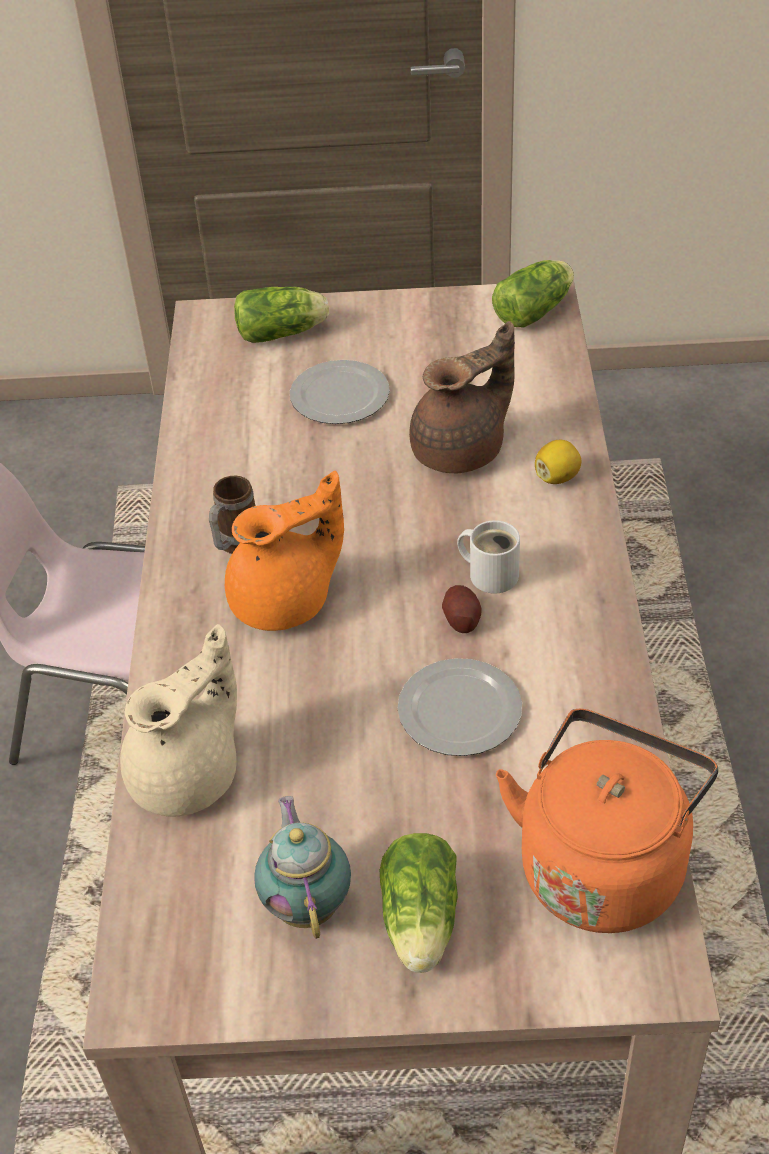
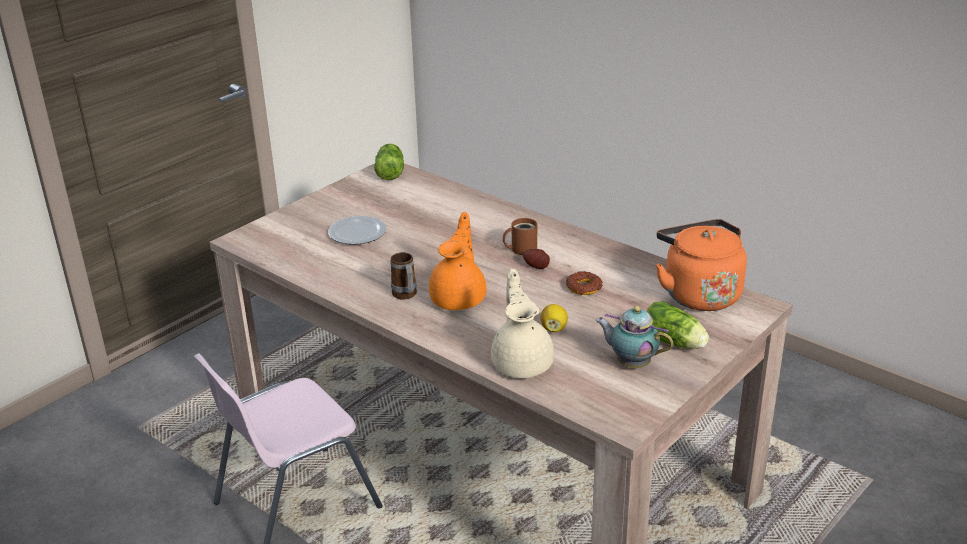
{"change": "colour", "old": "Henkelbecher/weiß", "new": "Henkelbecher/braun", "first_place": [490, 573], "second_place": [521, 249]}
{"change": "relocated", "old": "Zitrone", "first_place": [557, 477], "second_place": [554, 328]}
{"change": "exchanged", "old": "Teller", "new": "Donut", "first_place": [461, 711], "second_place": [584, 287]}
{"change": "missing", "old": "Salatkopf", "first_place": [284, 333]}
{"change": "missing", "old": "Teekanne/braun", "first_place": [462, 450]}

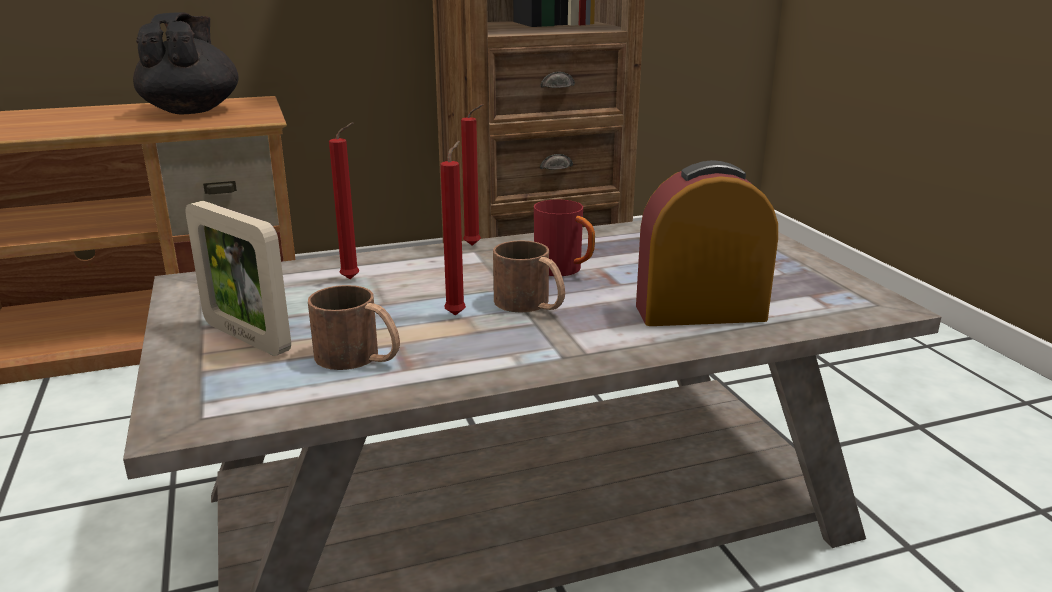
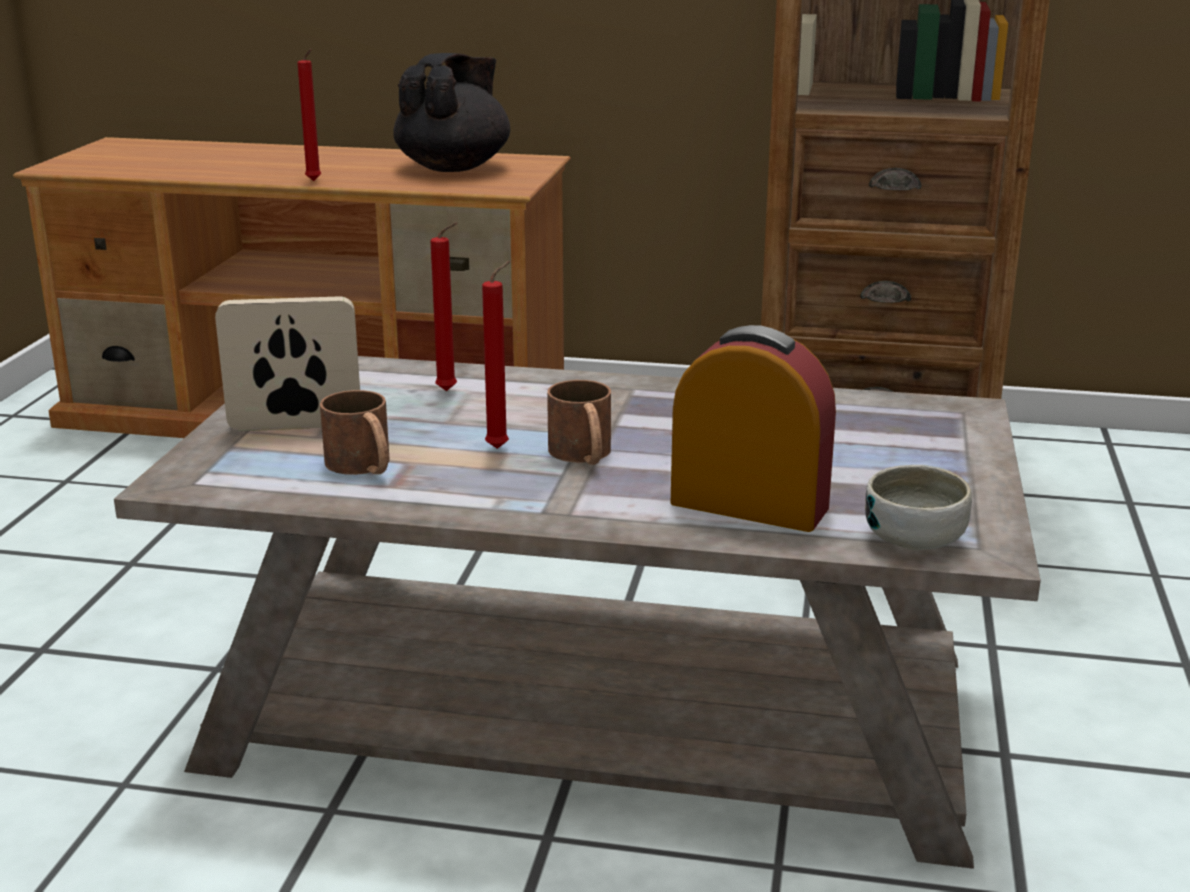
{"change": "spun", "old": "Bilderrahmen", "first_place": [246, 337], "second_place": [295, 426], "degrees": 105}
{"change": "relocated", "old": "Kerze/rot", "first_place": [474, 246], "second_place": [315, 181]}
{"change": "appeared", "new": "Schüssel", "second_place": [914, 540]}
{"change": "missing", "old": "Henkelbecher/rot", "first_place": [565, 271]}

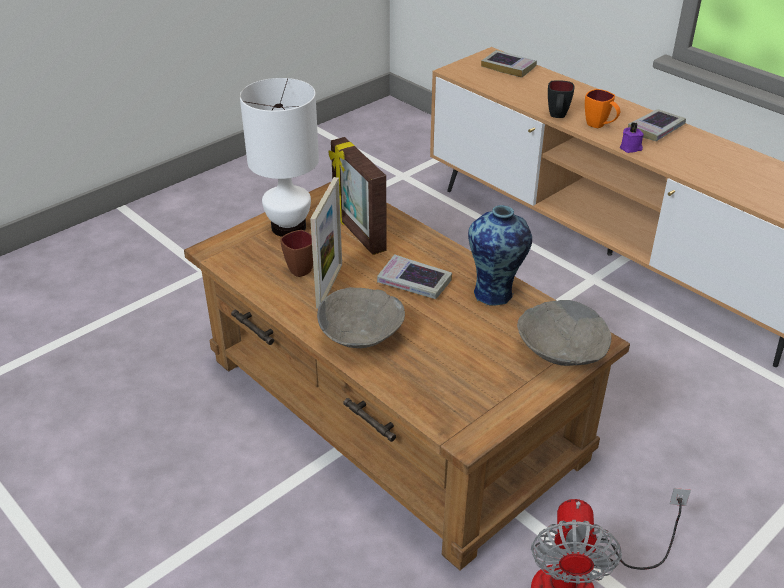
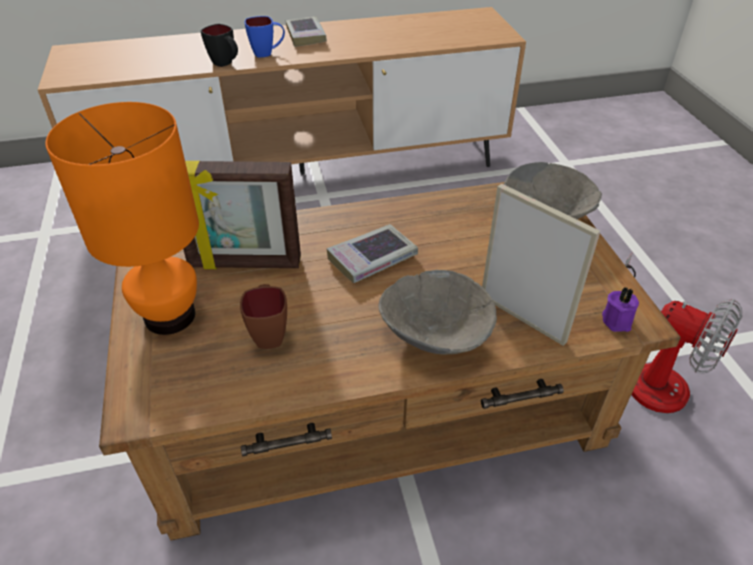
{"change": "colour", "old": "Tischlampe/weiß", "new": "Tischlampe/orange", "first_place": [289, 227], "second_place": [170, 315]}
{"change": "colour", "old": "Henkelbecher/orange", "new": "Henkelbecher/blau", "first_place": [600, 126], "second_place": [268, 53]}
{"change": "relocated", "old": "Bilderrahmen", "first_place": [329, 285], "second_place": [522, 318]}
{"change": "relocated", "old": "Kerze/lila", "first_place": [631, 148], "second_place": [618, 320]}
{"change": "missing", "old": "Vase", "first_place": [495, 293]}
{"change": "missing", "old": "Buch", "first_place": [508, 67]}

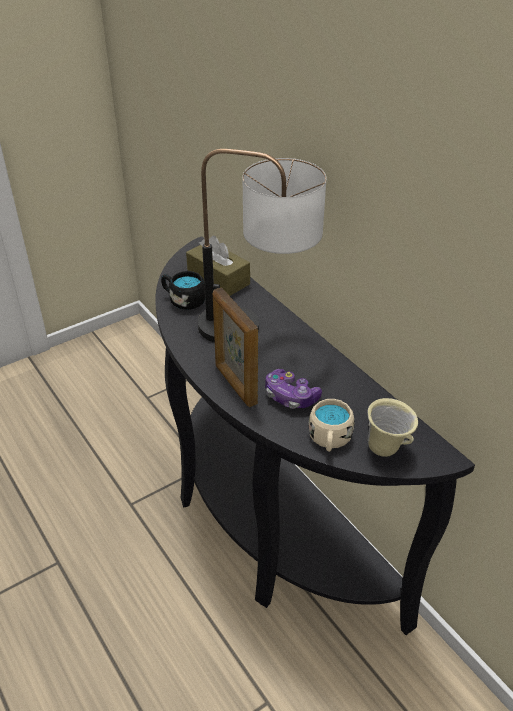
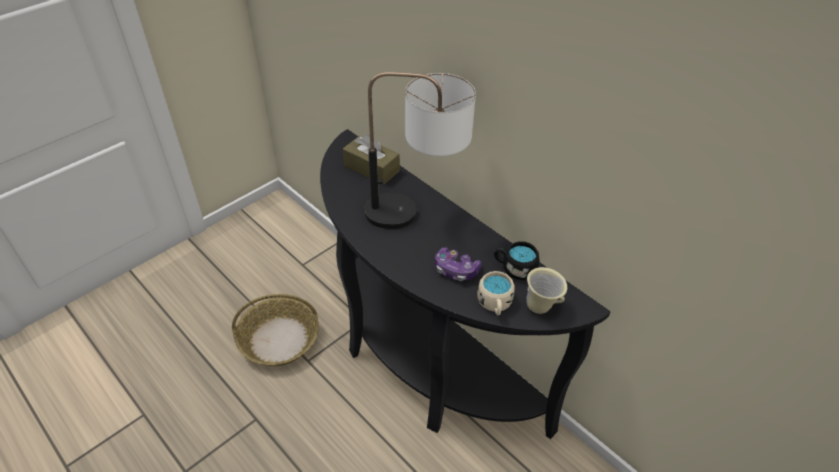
{"change": "appeared", "new": "Korb", "second_place": [280, 339]}
{"change": "relocated", "old": "Henkelbecher/schwarz", "first_place": [183, 300], "second_place": [514, 268]}
{"change": "missing", "old": "Bilderrahmen", "first_place": [235, 384]}

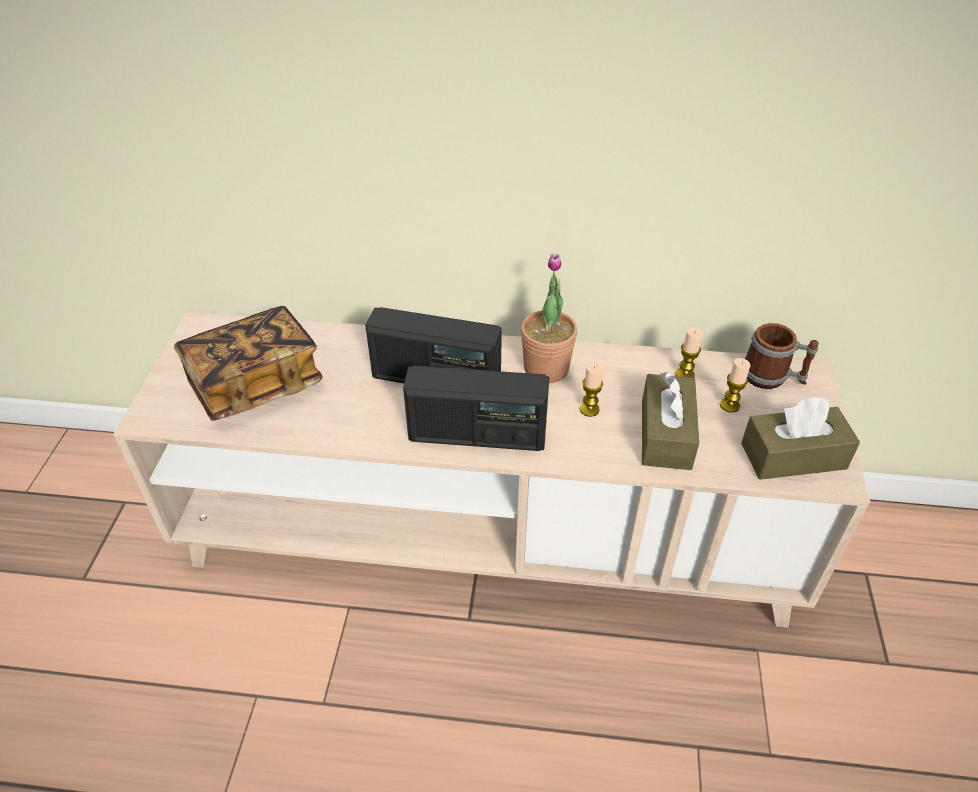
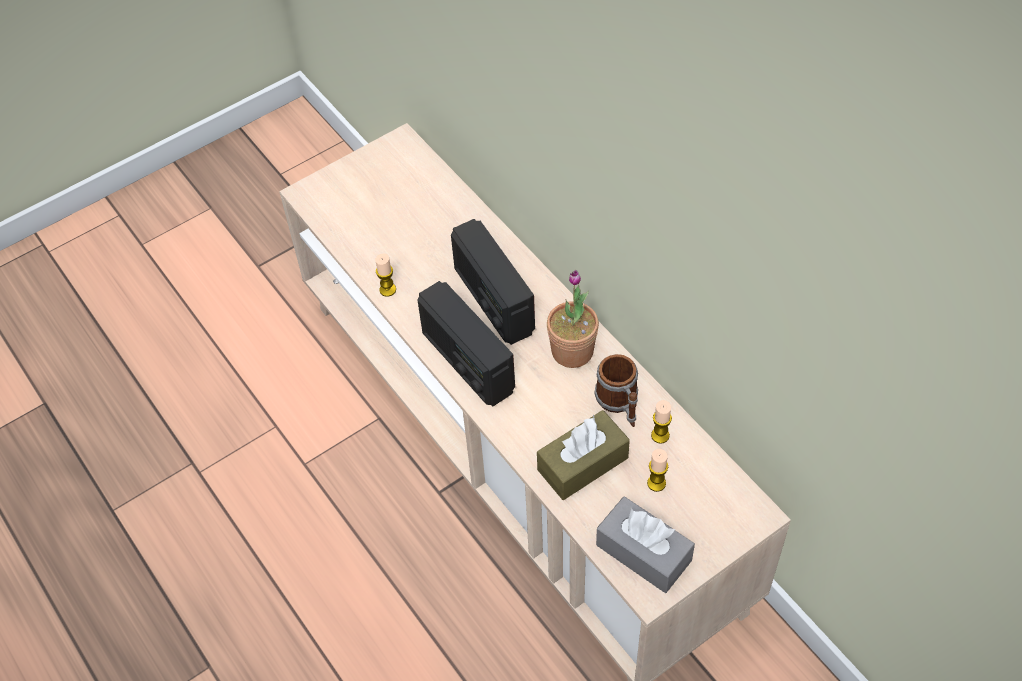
{"change": "relocated", "old": "Kerze", "first_place": [589, 409], "second_place": [387, 290]}
{"change": "relocated", "old": "Henkelbecher", "first_place": [772, 377], "second_place": [620, 404]}
{"change": "colour", "old": "Taschentuchbox/braun", "new": "Taschentuchbox/grau", "first_place": [793, 456], "second_place": [643, 552]}
{"change": "missing", "old": "Buch", "first_place": [254, 383]}

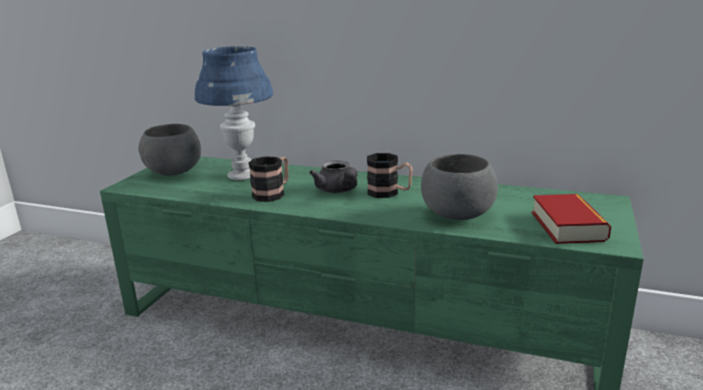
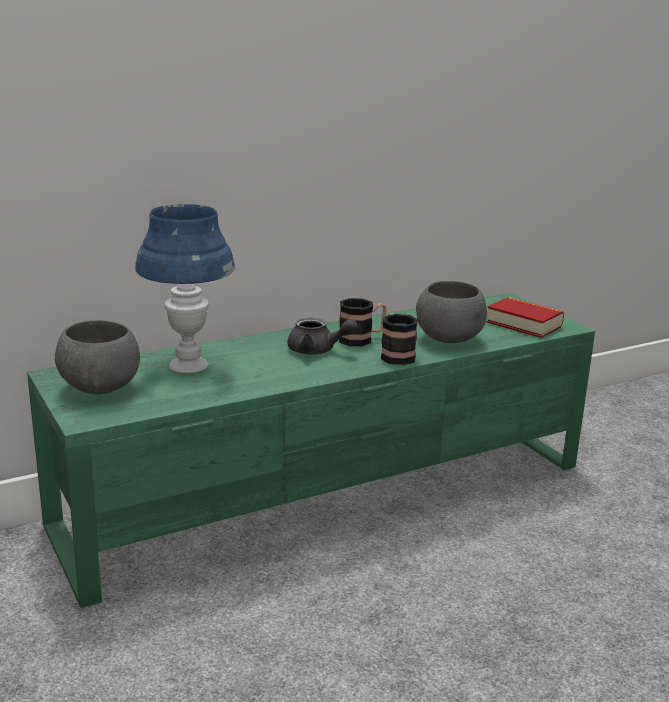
{"change": "relocated", "old": "Henkelbecher", "first_place": [273, 193], "second_place": [395, 355]}

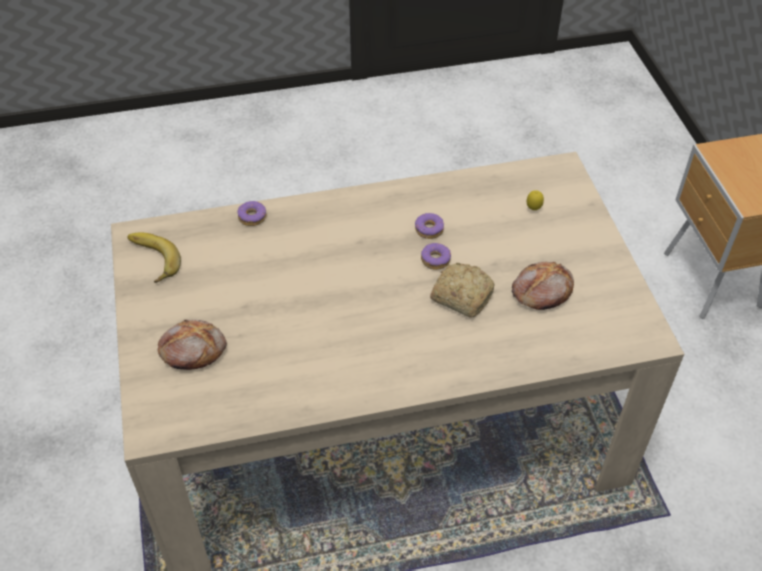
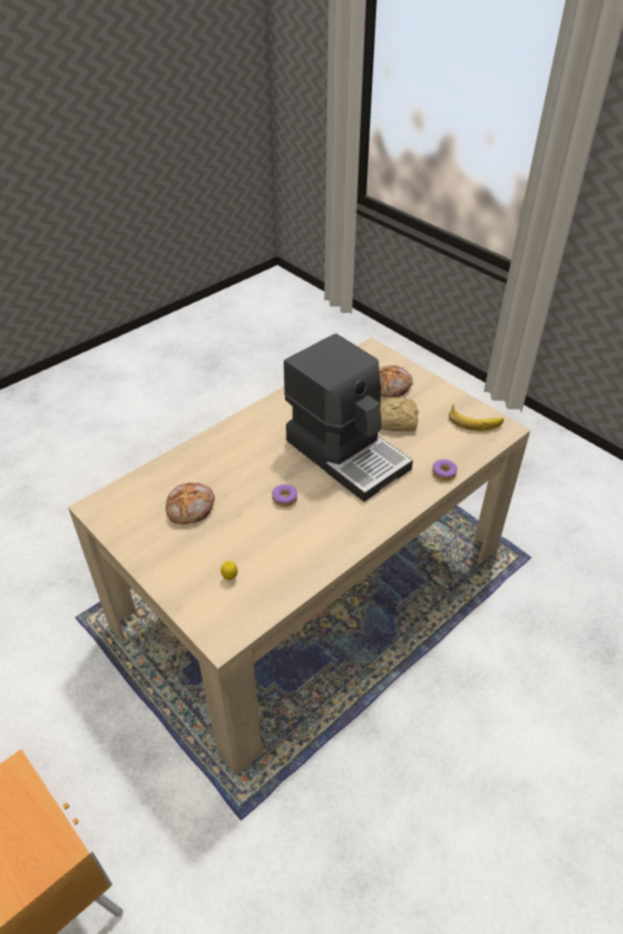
{"change": "appeared", "new": "Kaffeemaschine", "second_place": [347, 453]}
{"change": "relocated", "old": "Brot", "first_place": [461, 295], "second_place": [398, 421]}
{"change": "missing", "old": "Donut", "first_place": [429, 230]}

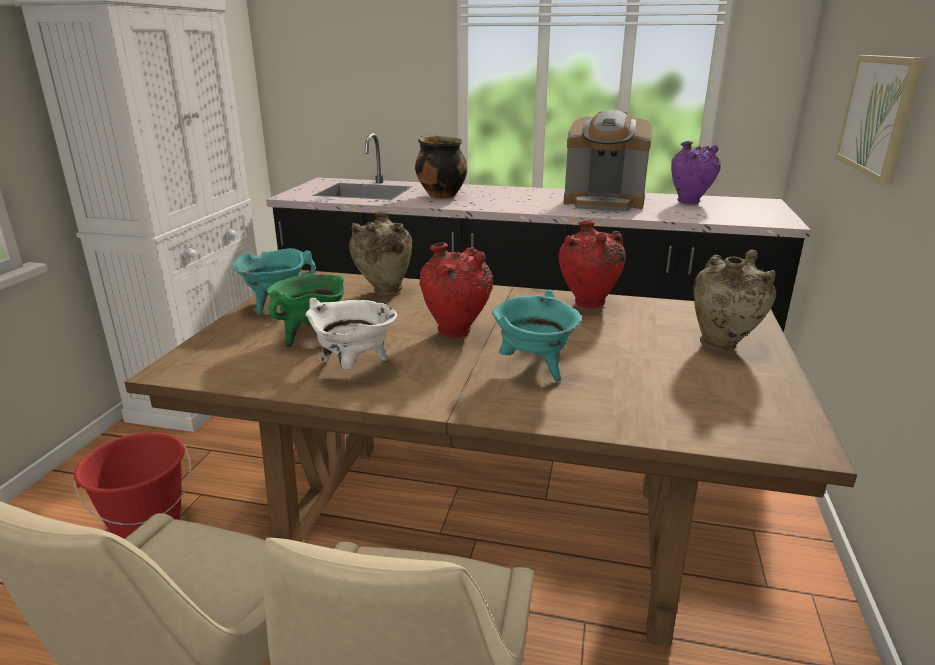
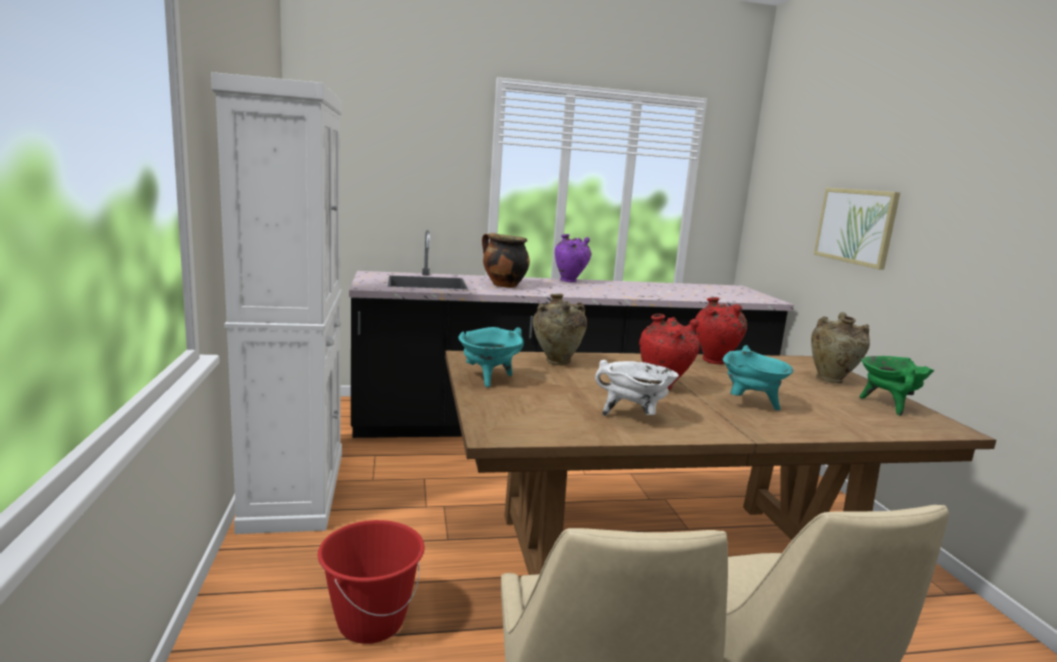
{"change": "relocated", "old": "Vase/lila", "first_place": [690, 203], "second_place": [570, 281]}
{"change": "relocated", "old": "Kochtopf/grün", "first_place": [312, 335], "second_place": [887, 405]}
{"change": "missing", "old": "Kaffeemaschine", "first_place": [604, 203]}

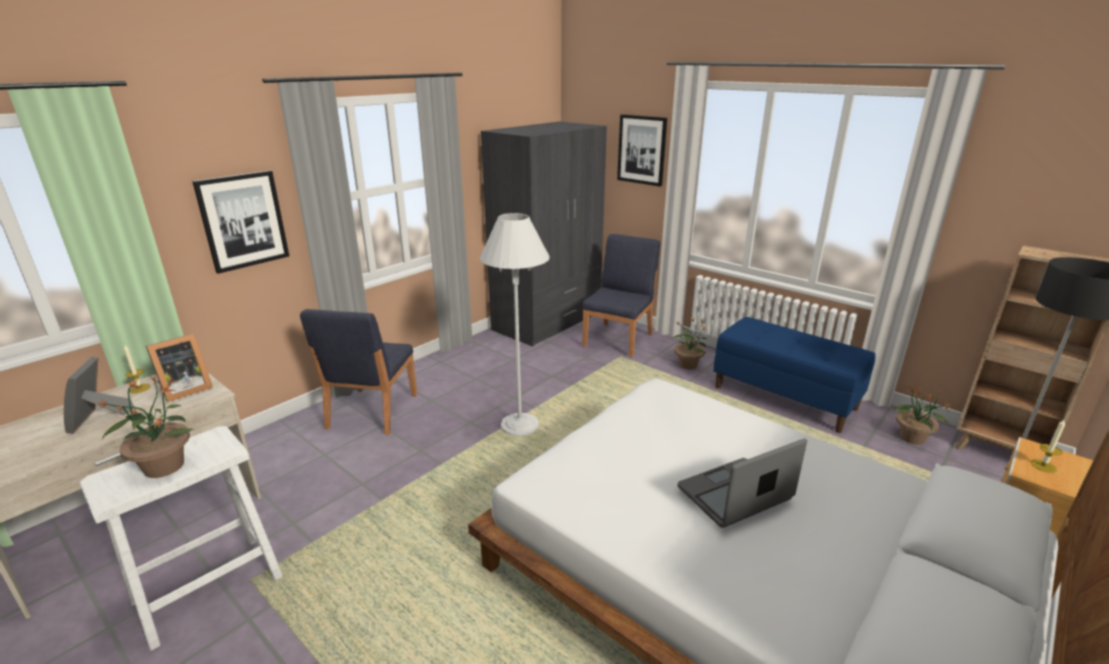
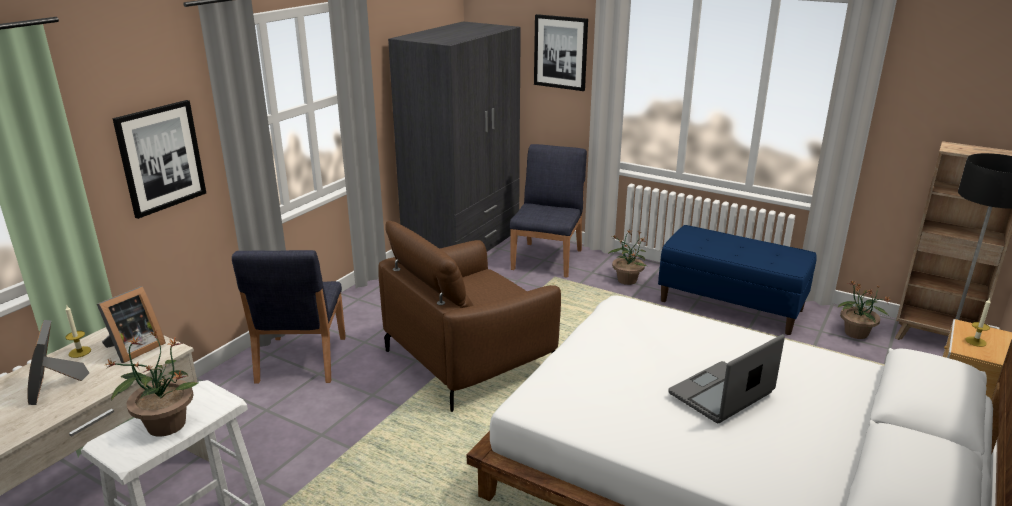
{"change": "exchanged", "old": "Stehlampe/weiß", "new": "Sessel/braun", "first_place": [519, 425], "second_place": [470, 358]}

